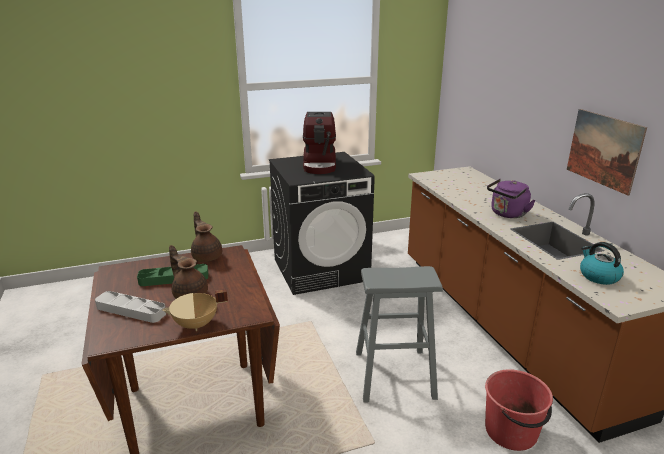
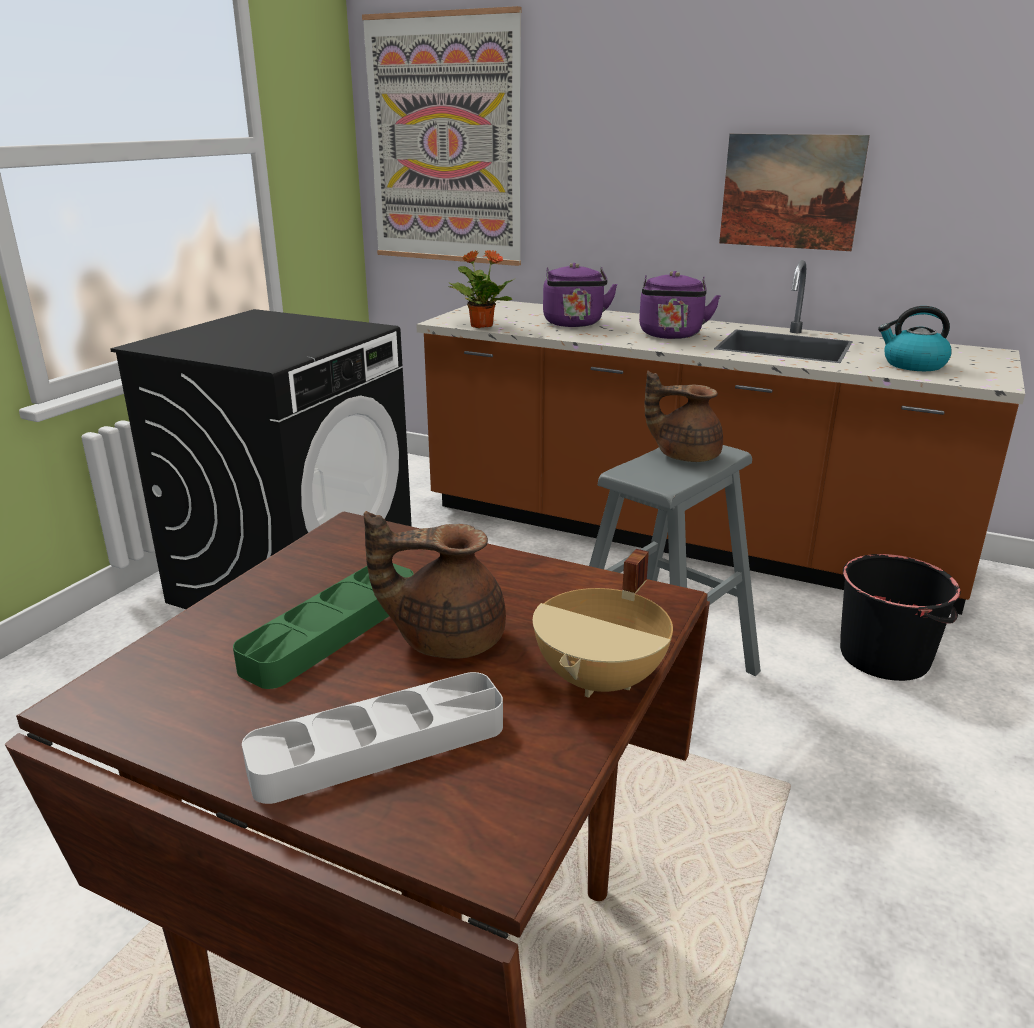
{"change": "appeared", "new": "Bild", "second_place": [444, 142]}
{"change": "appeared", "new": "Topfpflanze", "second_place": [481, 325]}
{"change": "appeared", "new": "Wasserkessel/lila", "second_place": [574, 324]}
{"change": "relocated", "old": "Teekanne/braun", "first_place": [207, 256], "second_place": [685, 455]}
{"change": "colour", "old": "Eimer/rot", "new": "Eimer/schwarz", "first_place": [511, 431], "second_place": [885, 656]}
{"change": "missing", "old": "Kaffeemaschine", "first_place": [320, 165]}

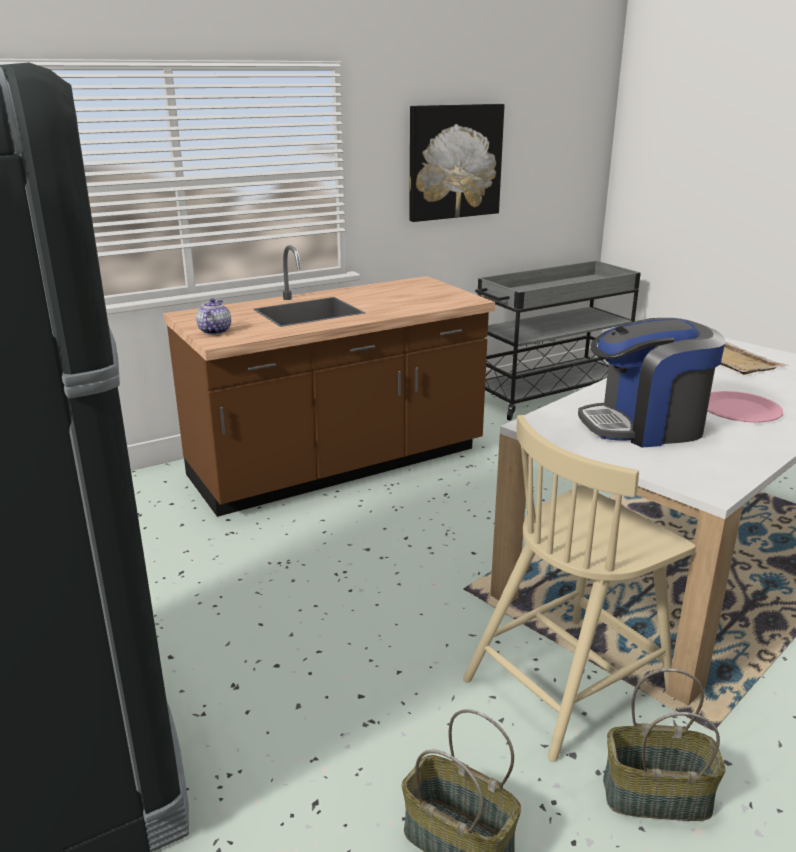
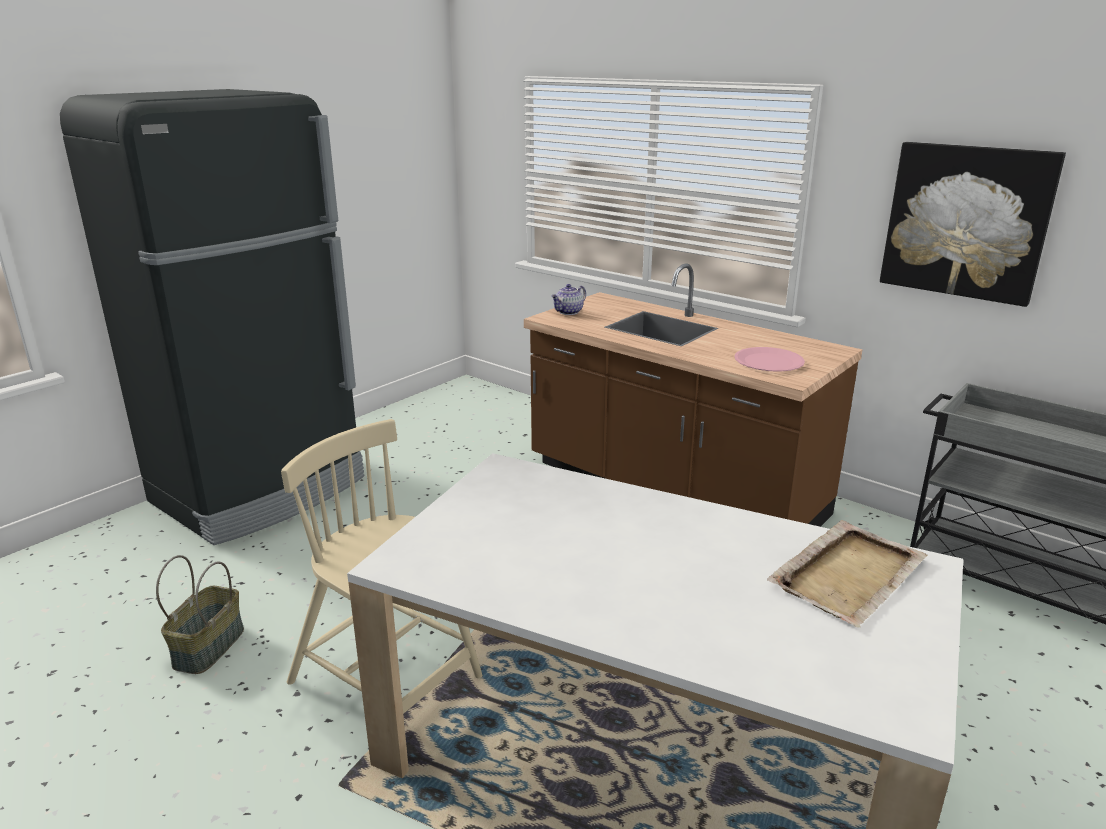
{"change": "spun", "old": "Teekanne", "first_place": [214, 331], "second_place": [569, 312], "degrees": 150}
{"change": "relocated", "old": "Teller/rosa", "first_place": [739, 409], "second_place": [768, 362]}
{"change": "missing", "old": "Kaffeemaschine", "first_place": [645, 426]}
{"change": "missing", "old": "Korb", "first_place": [655, 797]}

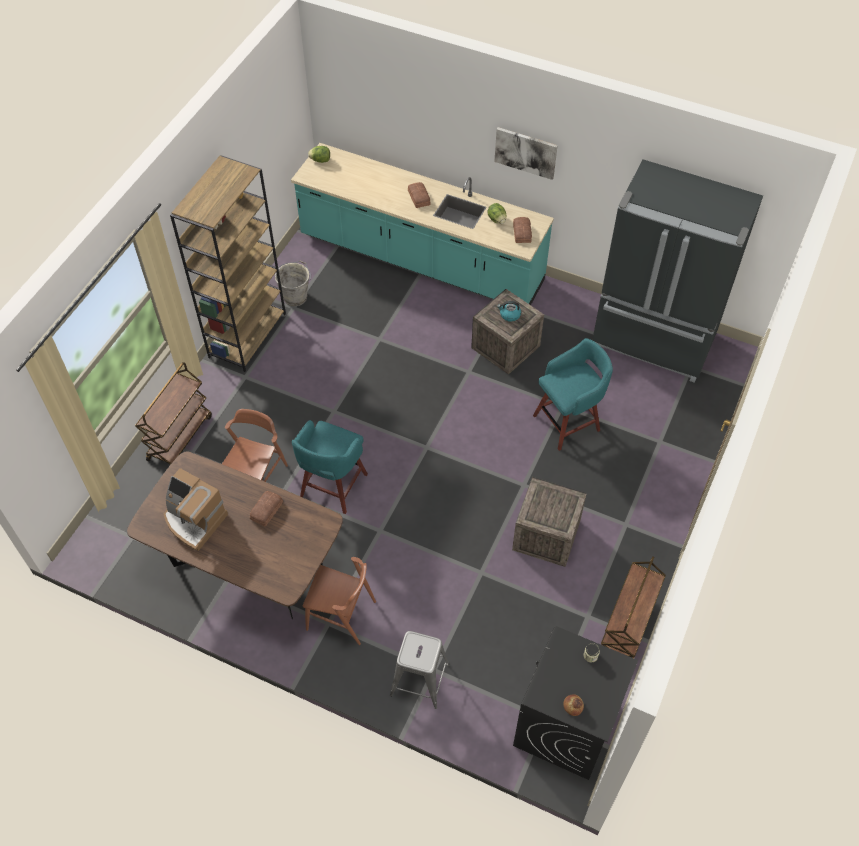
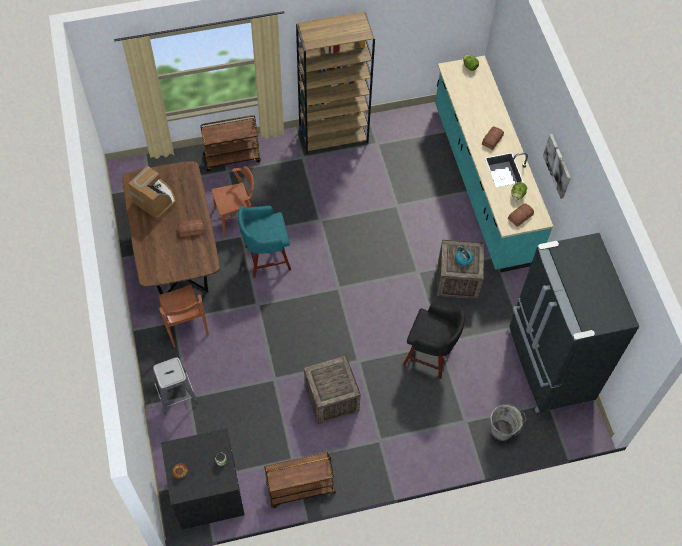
{"change": "spun", "old": "Kaffeemaschine", "first_place": [194, 520], "second_place": [156, 200], "degrees": 135}
{"change": "colour", "old": "Hocker/türkis", "new": "Hocker/schwarz", "first_place": [568, 422], "second_place": [430, 355]}
{"change": "relocated", "old": "Eimer/grau", "first_place": [296, 296], "second_place": [503, 430]}

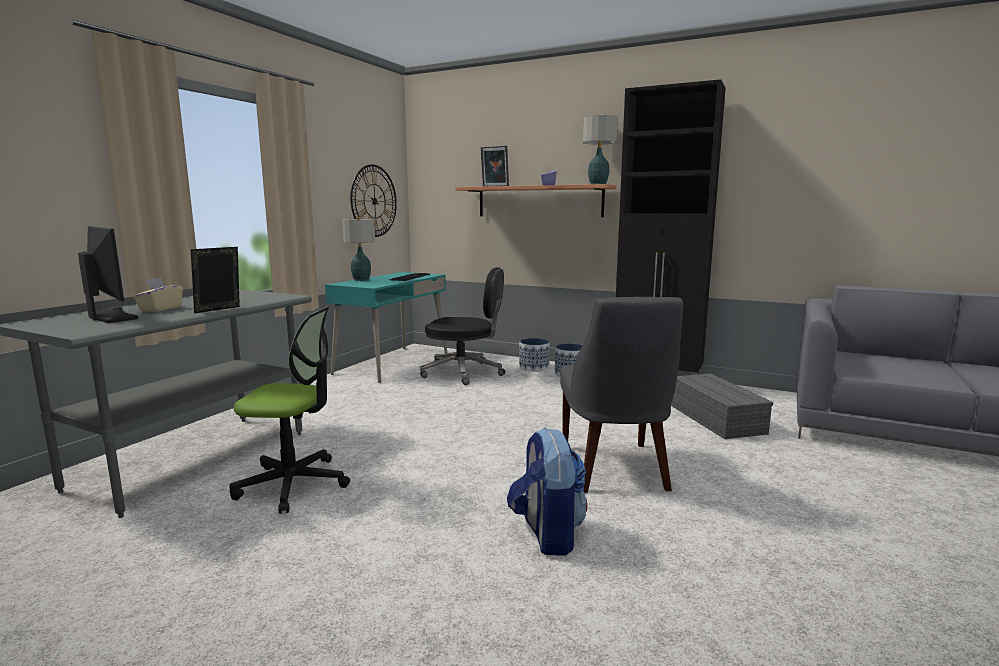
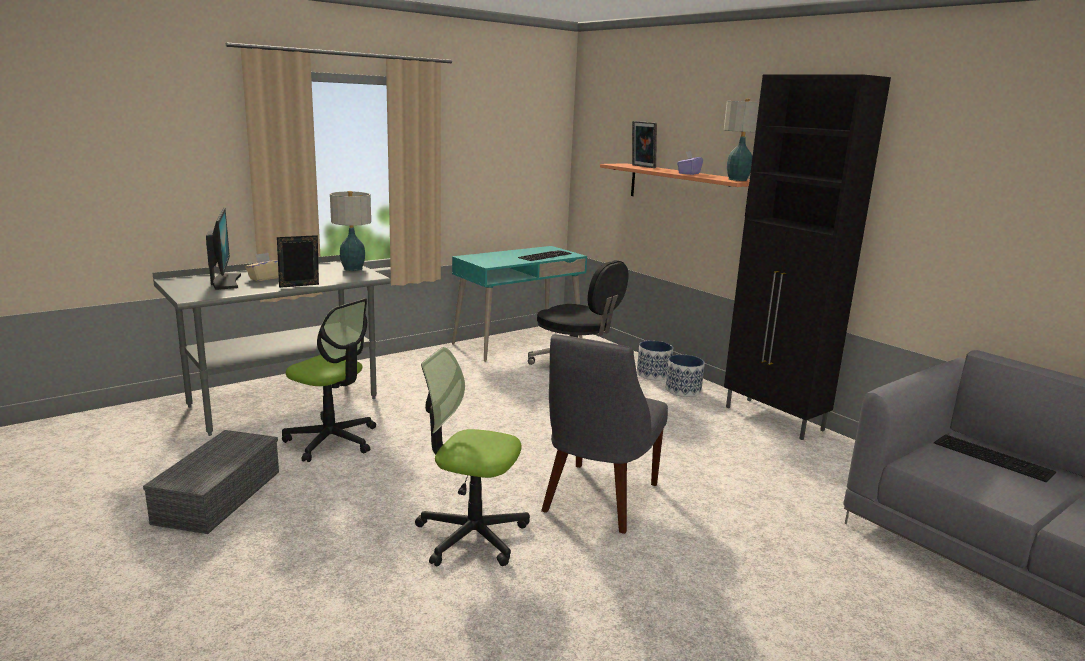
{"change": "relocated", "old": "Aufbewahrungsbox/grau", "first_place": [714, 418], "second_place": [218, 495]}
{"change": "relocated", "old": "Tischlampe", "first_place": [362, 280], "second_place": [353, 269]}
{"change": "exchanged", "old": "Rucksack", "new": "Bürostuhl", "first_place": [547, 534], "second_place": [471, 535]}
{"change": "appeared", "new": "Tastatur", "second_place": [994, 457]}
{"change": "missing", "old": "Wanduhr", "first_place": [374, 201]}

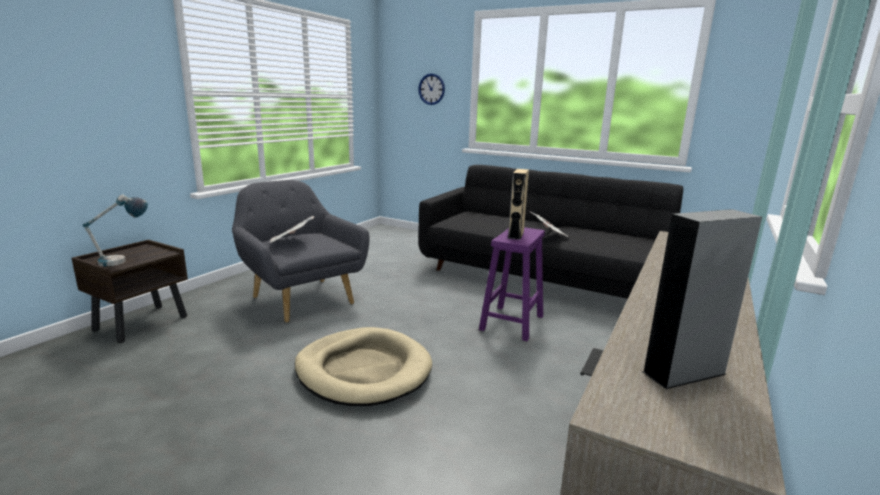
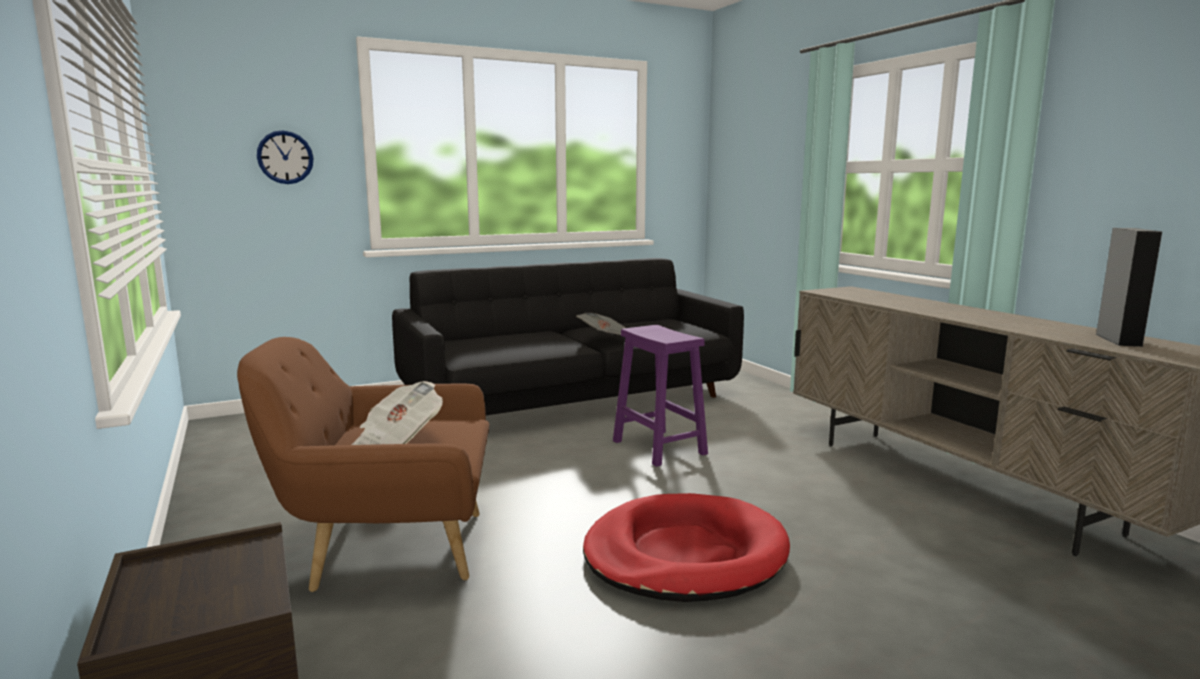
{"change": "colour", "old": "Sessel/grau", "new": "Sessel/braun", "first_place": [302, 297], "second_place": [388, 548]}
{"change": "colour", "old": "Hundebett/beige", "new": "Hundebett/rot", "first_place": [363, 370], "second_place": [684, 554]}
{"change": "missing", "old": "Tischlampe", "first_place": [124, 260]}
{"change": "missing", "old": "Lautsprecher/beige", "first_place": [516, 234]}

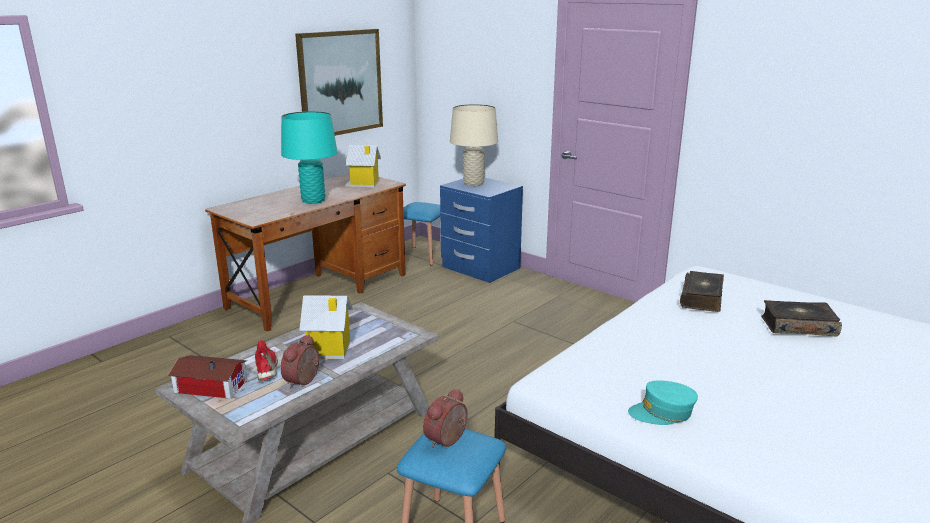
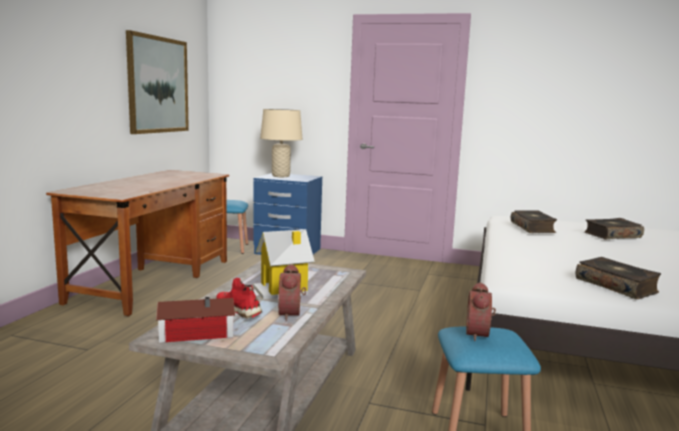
{"change": "exchanged", "old": "Kappe/türkis", "new": "Buch", "first_place": [662, 413], "second_place": [616, 286]}
{"change": "missing", "old": "Tischlampe/türkis", "first_place": [313, 200]}
{"change": "missing", "old": "Spielzeughaus", "first_place": [364, 184]}

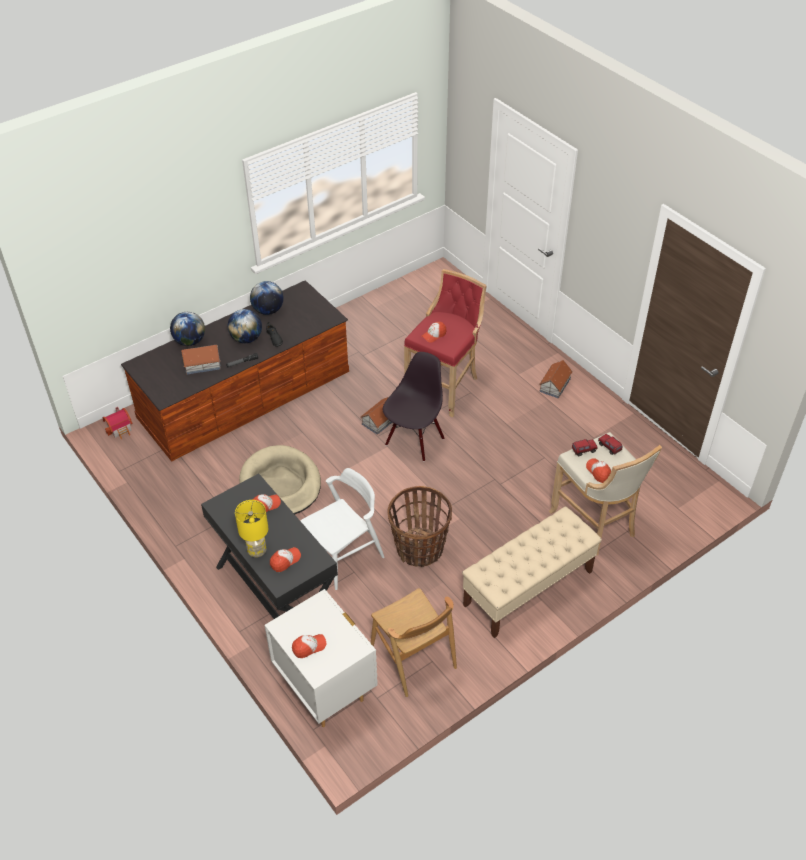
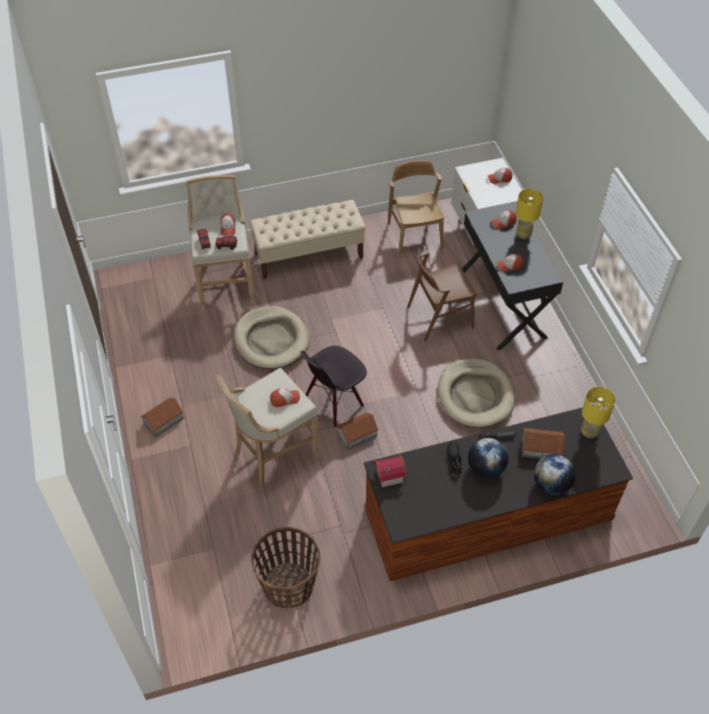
{"change": "colour", "old": "Hocker/rot", "new": "Hocker/beige", "first_place": [445, 387], "second_place": [273, 453]}
{"change": "appeared", "new": "Hundebett/beige", "second_place": [271, 340]}
{"change": "relocated", "old": "Korb", "first_place": [419, 549], "second_place": [289, 586]}
{"change": "relocated", "old": "Spielzeughaus", "first_place": [121, 429], "second_place": [388, 474]}
{"change": "colour", "old": "Stuhl/weiß", "new": "Stuhl/braun", "first_place": [343, 556], "second_place": [439, 317]}
{"change": "appeared", "new": "Tischlampe/gelb", "second_place": [589, 432]}
{"change": "missing", "old": "Globus", "first_place": [268, 310]}

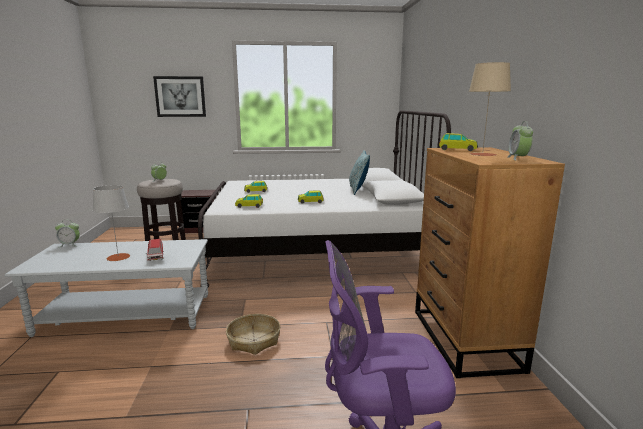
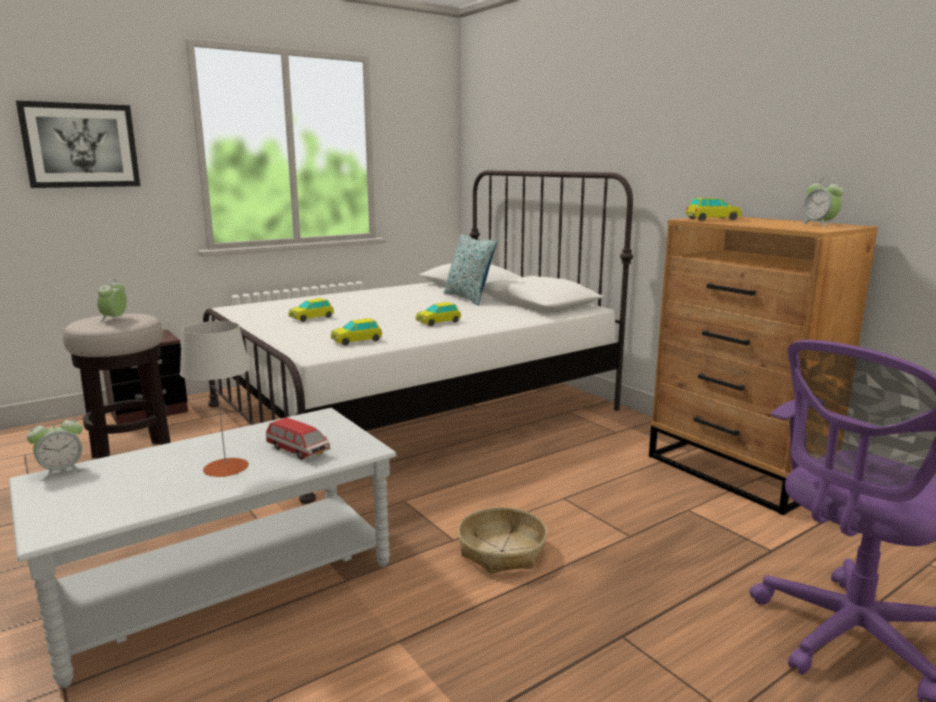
{"change": "missing", "old": "Tischlampe/beige", "first_place": [482, 154]}

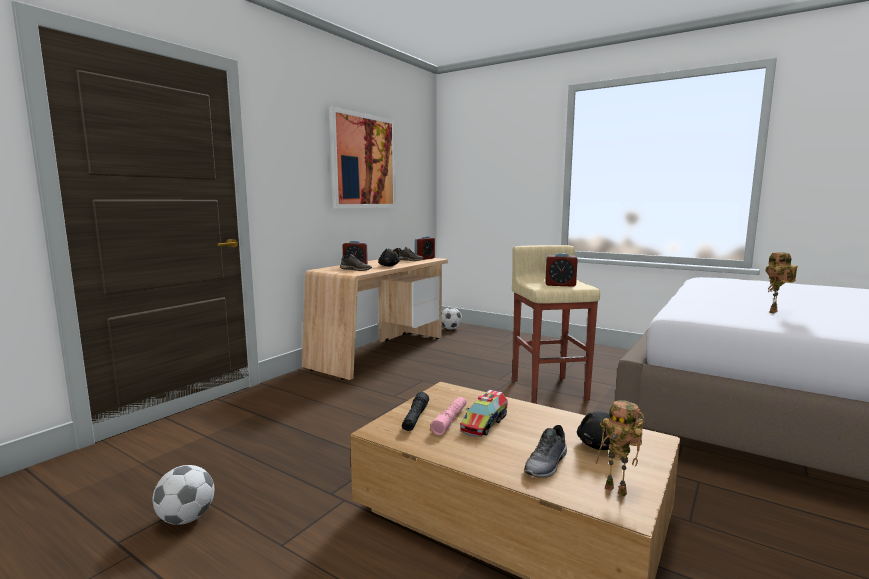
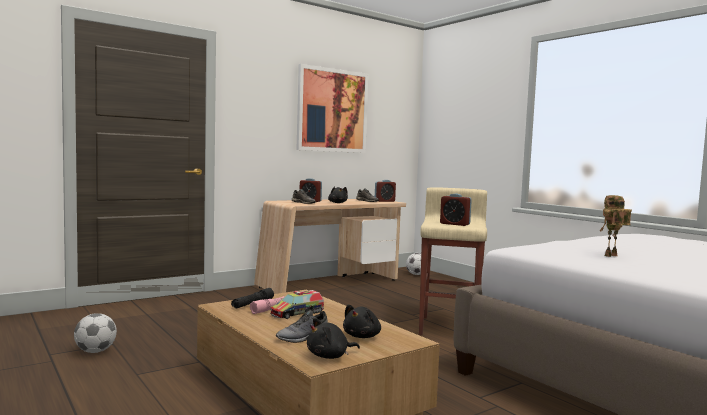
{"change": "exchanged", "old": "Spielzeugroboter", "new": "Plüschtier/schwarz", "first_place": [618, 490], "second_place": [330, 356]}

